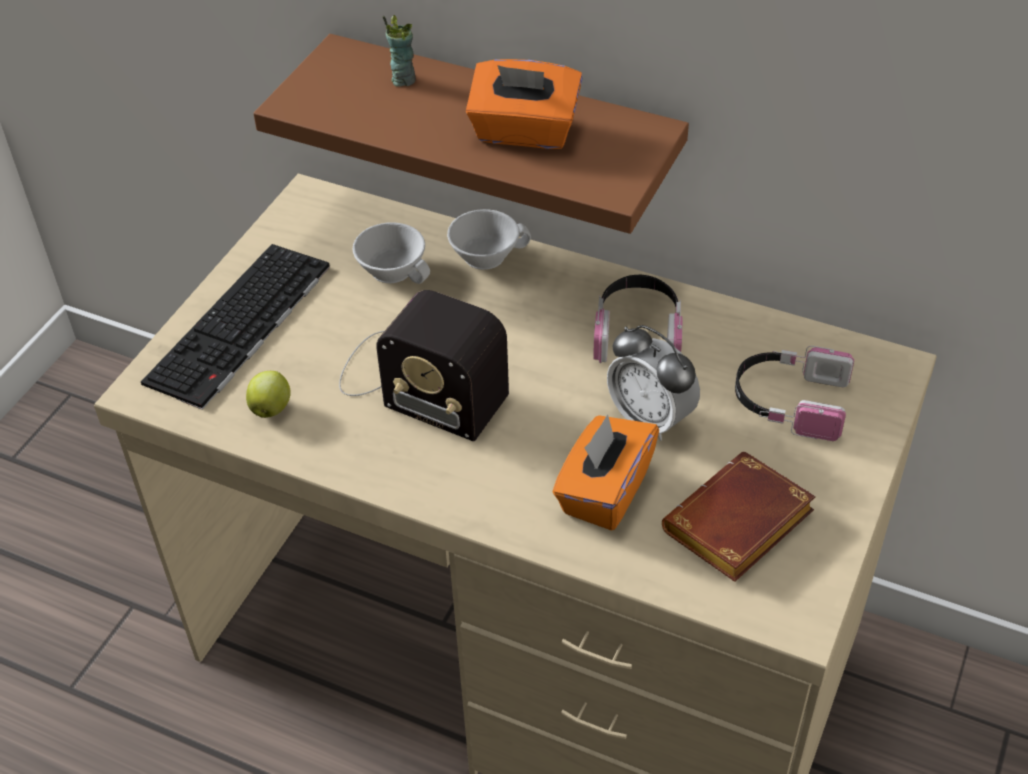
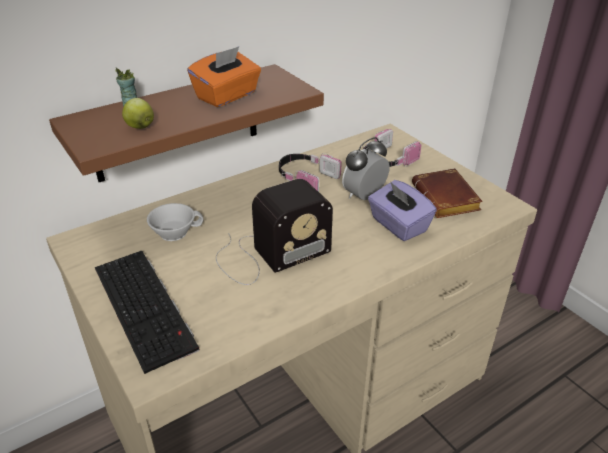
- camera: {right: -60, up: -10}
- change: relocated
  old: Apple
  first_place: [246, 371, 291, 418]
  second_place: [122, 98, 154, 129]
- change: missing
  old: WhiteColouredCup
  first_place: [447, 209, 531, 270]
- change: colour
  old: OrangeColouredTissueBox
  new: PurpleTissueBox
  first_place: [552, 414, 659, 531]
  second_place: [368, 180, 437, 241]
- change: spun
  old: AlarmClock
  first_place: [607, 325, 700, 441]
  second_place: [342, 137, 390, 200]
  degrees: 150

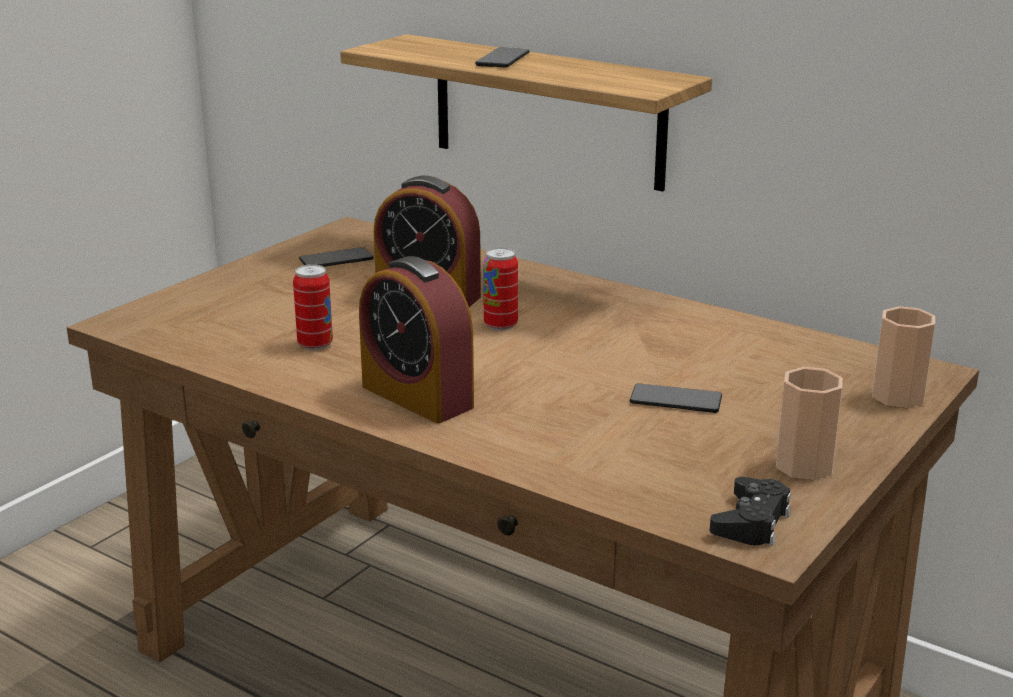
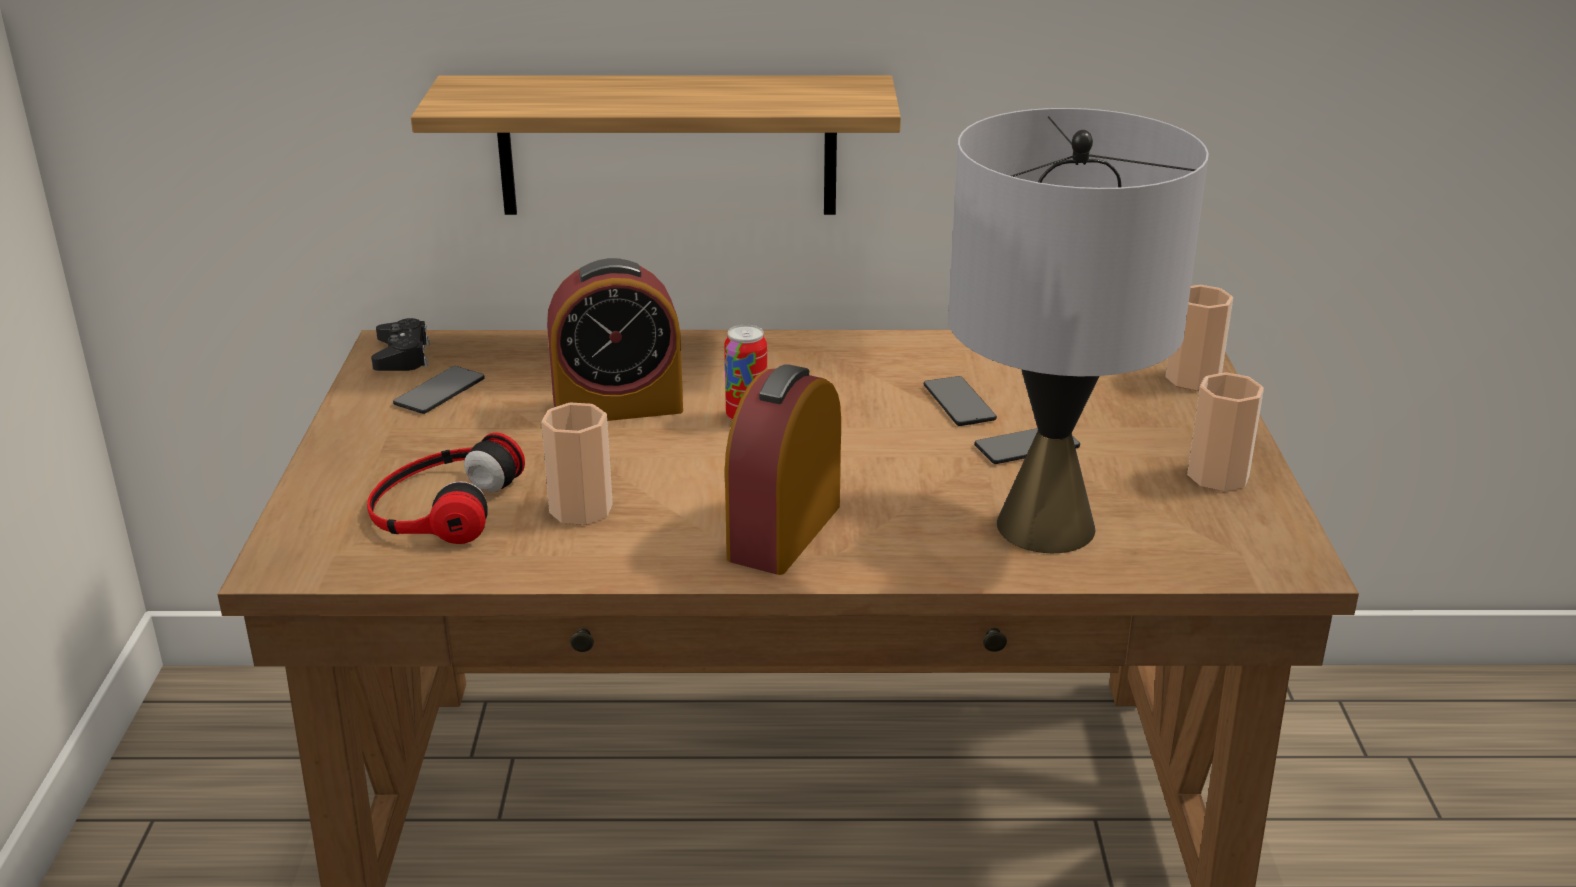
- camera: {right: -35, up: 5}
- change: exchanged
  old: MetalCan
  new: Cup
  first_place: [293, 264, 333, 351]
  second_place: [541, 402, 613, 525]
- change: spun
  old: AlarmClock
  first_place: [359, 256, 474, 423]
  second_place: [725, 364, 841, 575]
  degrees: 105
- change: relocated
  old: Phone
  first_place: [475, 47, 530, 67]
  second_place: [924, 376, 997, 426]
- change: relocated
  old: BlackGamepad
  first_place: [710, 477, 791, 546]
  second_place: [371, 318, 430, 371]
- change: appeared
  new: PairOfHeadphones
  second_place: [367, 433, 525, 544]
- change: appeared
  new: GrayTableLamp
  second_place: [948, 108, 1209, 553]

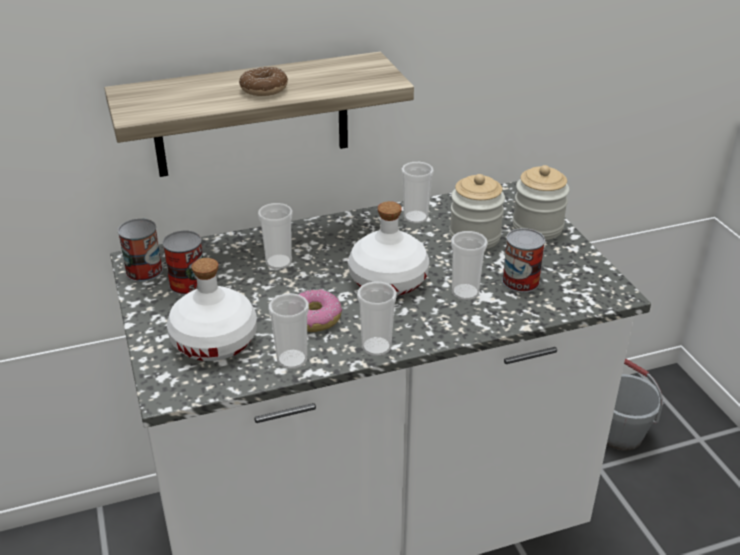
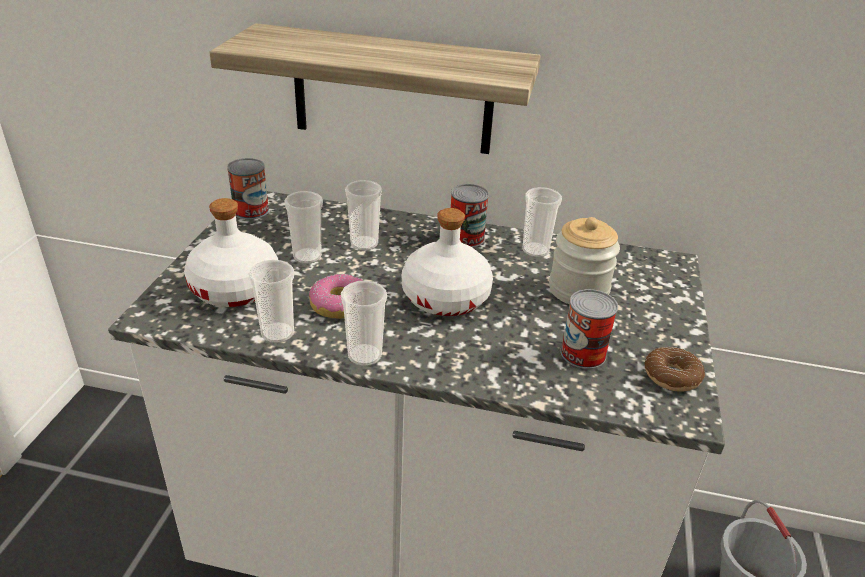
- camera: {right: 30, up: 0}
- change: relocated
  old: MetalCan
  first_place: [162, 230, 203, 295]
  second_place: [451, 184, 489, 247]
- change: relocated
  old: Donut
  first_place: [239, 67, 288, 96]
  second_place: [645, 347, 705, 392]
- change: relocated
  old: Cup
  first_place: [451, 231, 488, 300]
  second_place: [284, 191, 323, 264]
- change: missing
  old: StorageJar
  first_place: [512, 165, 569, 240]

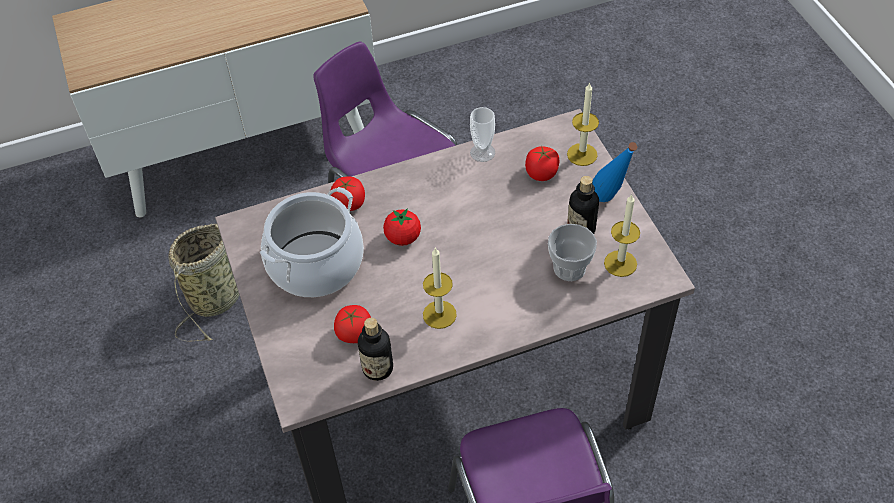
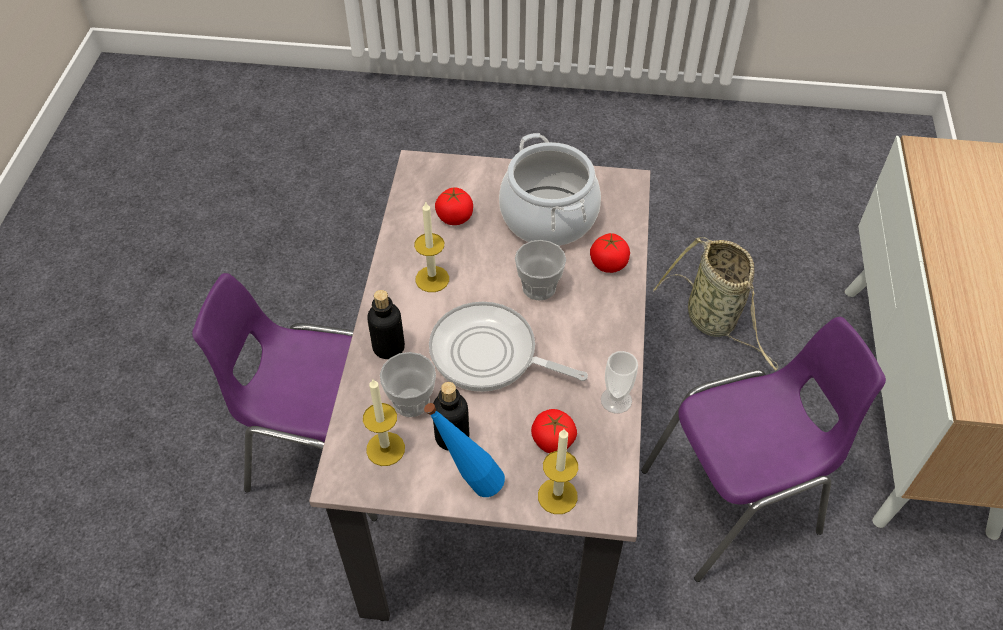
- camera: {right: 115, up: 0}
- change: relocated
  old: DrinkBottle
  first_place: [358, 318, 393, 381]
  second_place: [367, 290, 405, 359]
- change: exchanged
  old: WholeTomato
  new: Cup
  first_place: [383, 208, 421, 246]
  second_place: [515, 240, 566, 301]
- change: appeared
  new: FryingPan
  second_place: [429, 302, 588, 392]

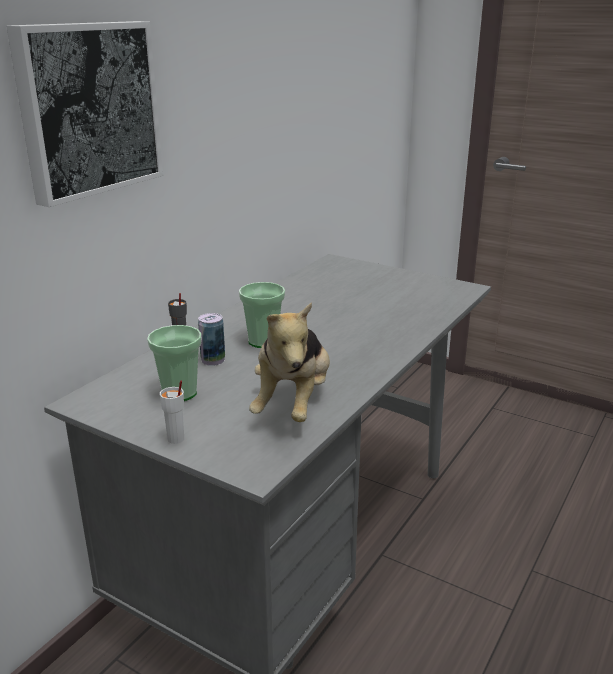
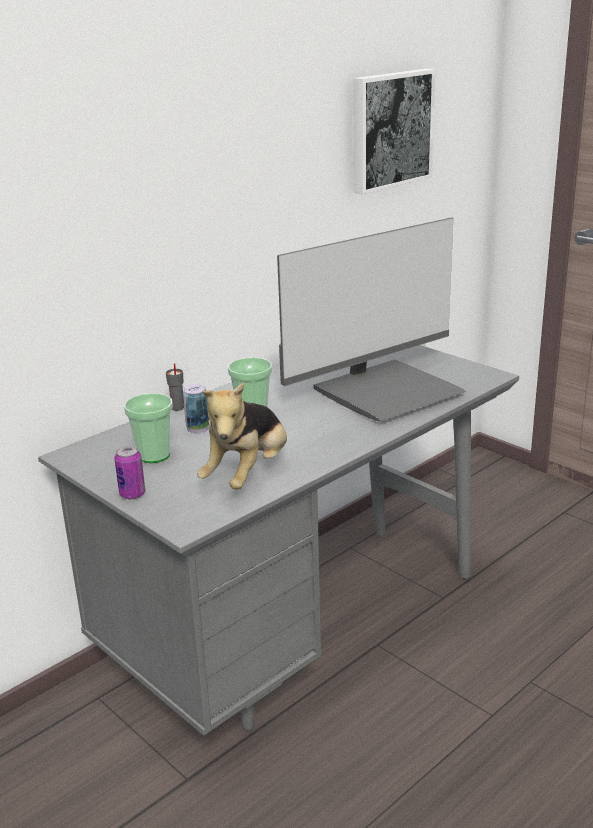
- camera: {right: 15, up: 0}
- change: relocated
  old: WallPicture
  first_place: [6, 21, 163, 207]
  second_place: [353, 69, 435, 194]
- change: exchanged
  old: WhiteColouredCup
  new: MetalCan
  first_place: [160, 380, 184, 444]
  second_place: [114, 446, 145, 499]
- change: appeared
  new: ComputerDisplay
  second_place: [277, 217, 467, 422]

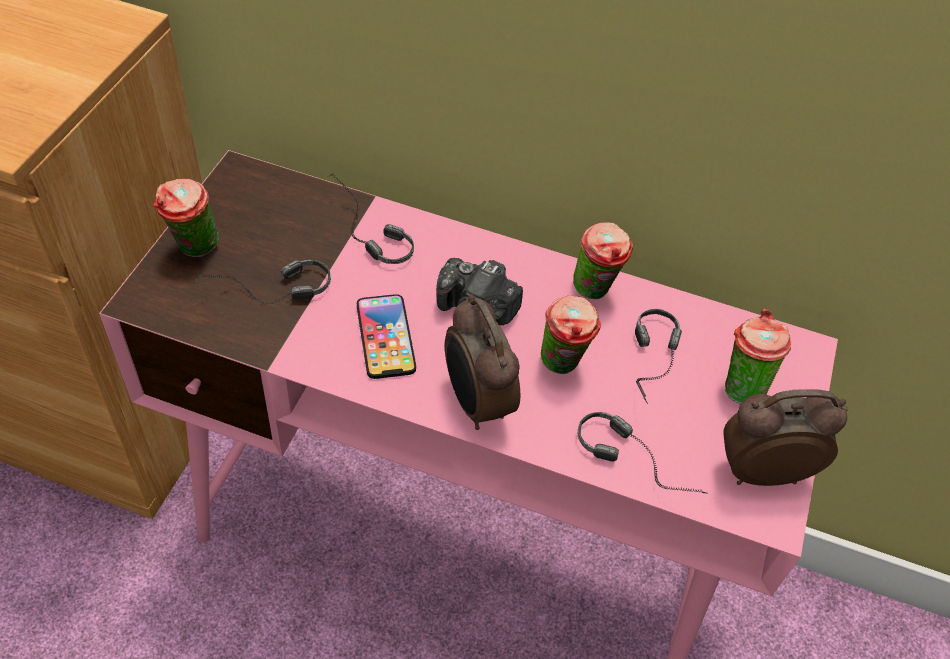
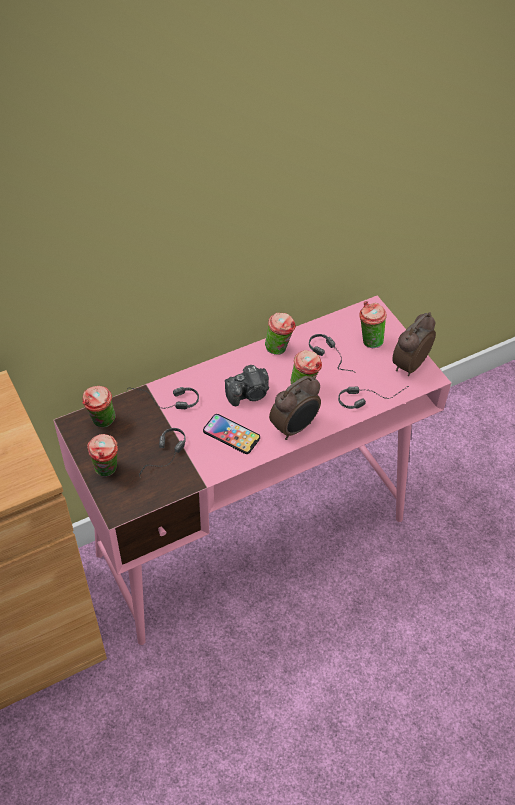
- camera: {right: -45, up: 0}
- change: spun
  old: AlarmClock
  first_place: [445, 294, 520, 430]
  second_place: [269, 376, 321, 440]
  degrees: -60
- change: appeared
  new: Cup
  second_place: [83, 386, 116, 428]

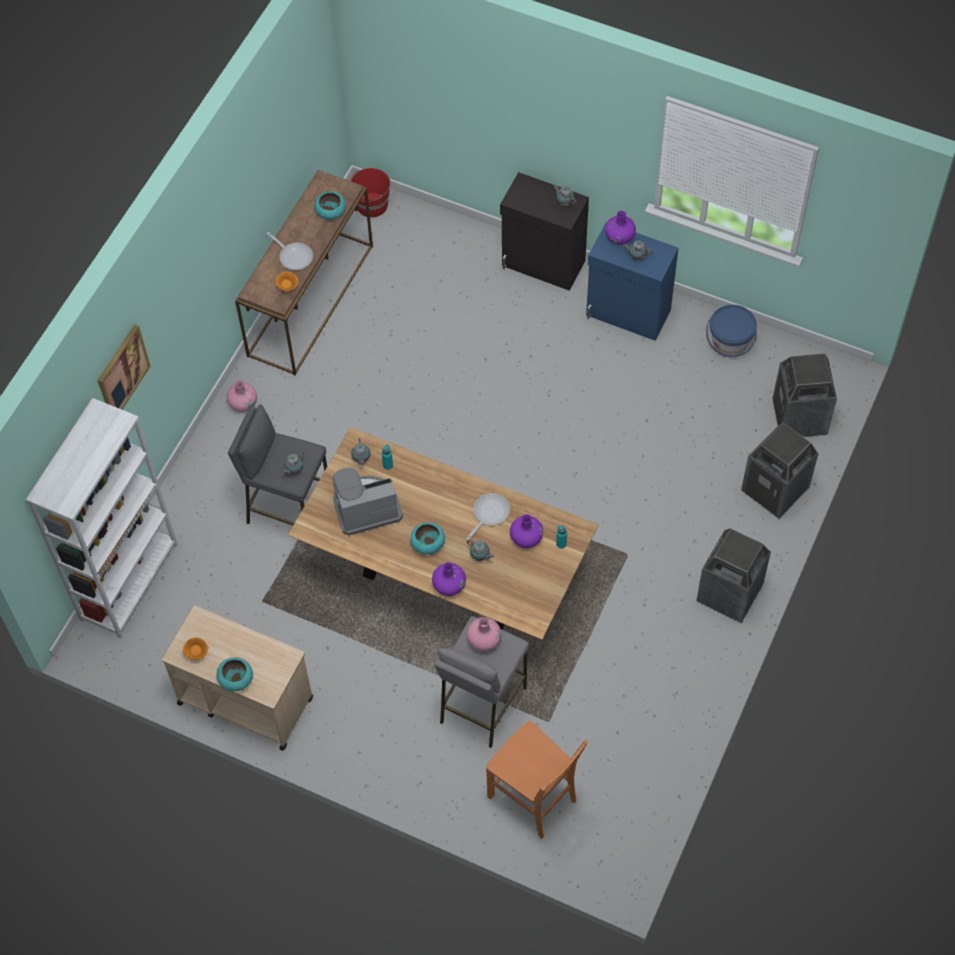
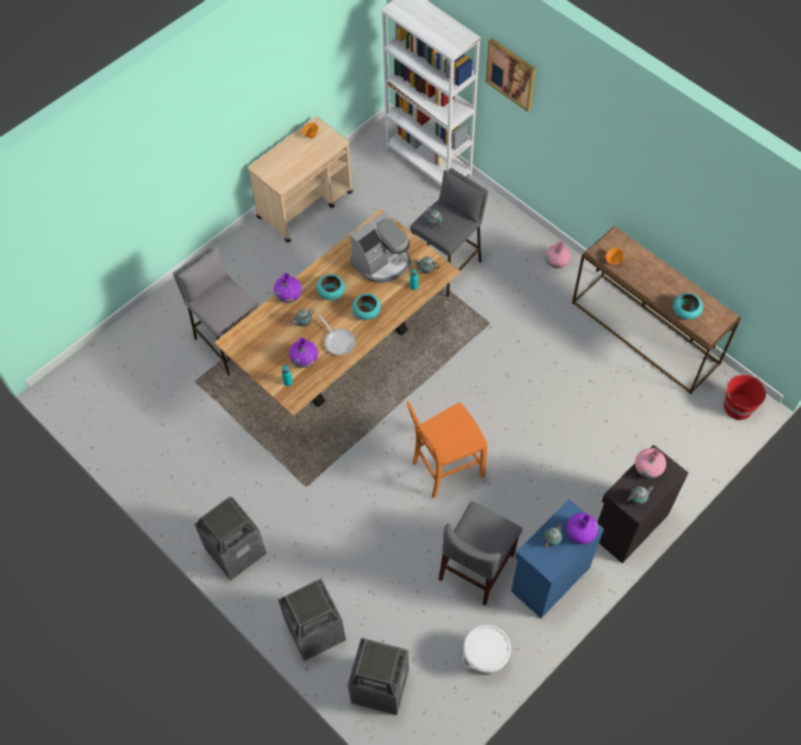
- camera: {right: 110, up: 0}
- change: relocated
  old: TurquoiseServingBowl
  first_place: [217, 657, 253, 691]
  second_place: [352, 293, 381, 320]
- change: missing
  old: FryingPan
  first_place: [267, 232, 313, 270]
- change: spun
  old: CoffeeBrewer
  first_place: [332, 467, 403, 535]
  second_place: [350, 211, 411, 283]
  degrees: 45
- change: relocated
  old: PinkColouredDecorativeVase
  first_place: [467, 617, 501, 652]
  second_place: [635, 448, 666, 478]
- change: relocated
  old: OrangeColouredPlainChair
  first_place: [486, 721, 588, 839]
  second_place: [406, 402, 488, 498]
- change: colour
  old: BluishBucket
  new: WhiteColouredBucket
  first_place: [706, 305, 757, 357]
  second_place: [462, 625, 511, 675]
- change: appeared
  new: GrayPlainChair
  second_place: [439, 501, 522, 606]

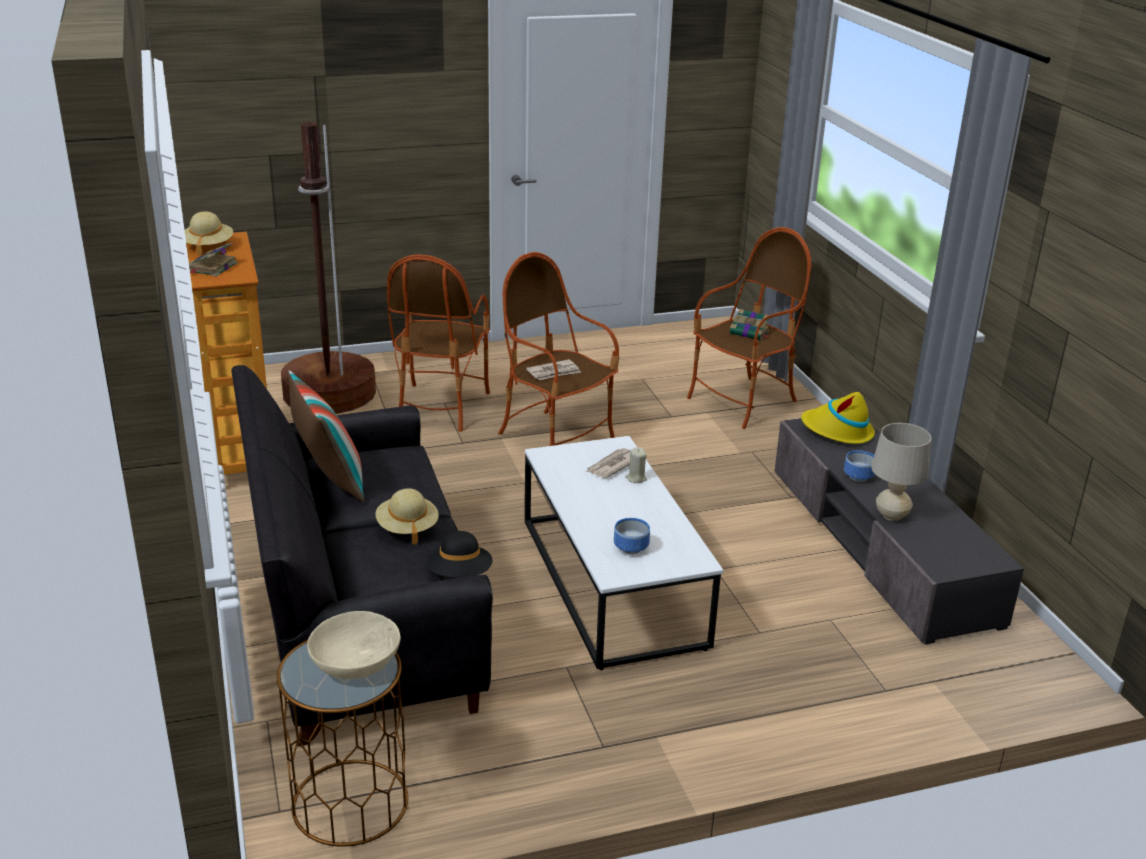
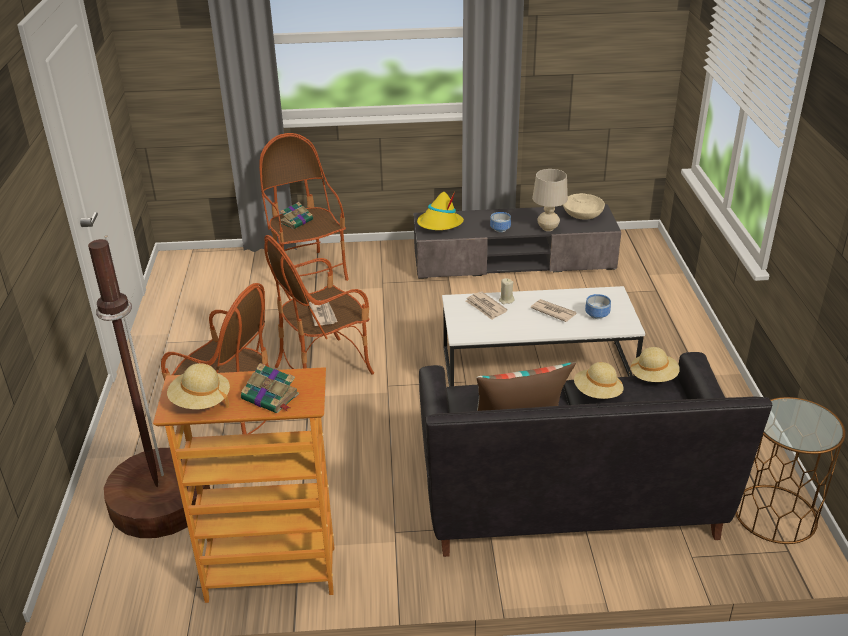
- camera: {right: -75, up: 5}
- change: relocated
  old: BeigeColouredServingBowl
  first_place: [307, 611, 401, 679]
  second_place: [563, 193, 605, 219]
- change: colour
  old: BlackWearableHat
  new: BeigeColouredWearableHat
  first_place: [427, 531, 492, 578]
  second_place: [629, 347, 680, 382]
- change: appeared
  new: PrintedPaper
  second_place: [530, 299, 577, 322]

